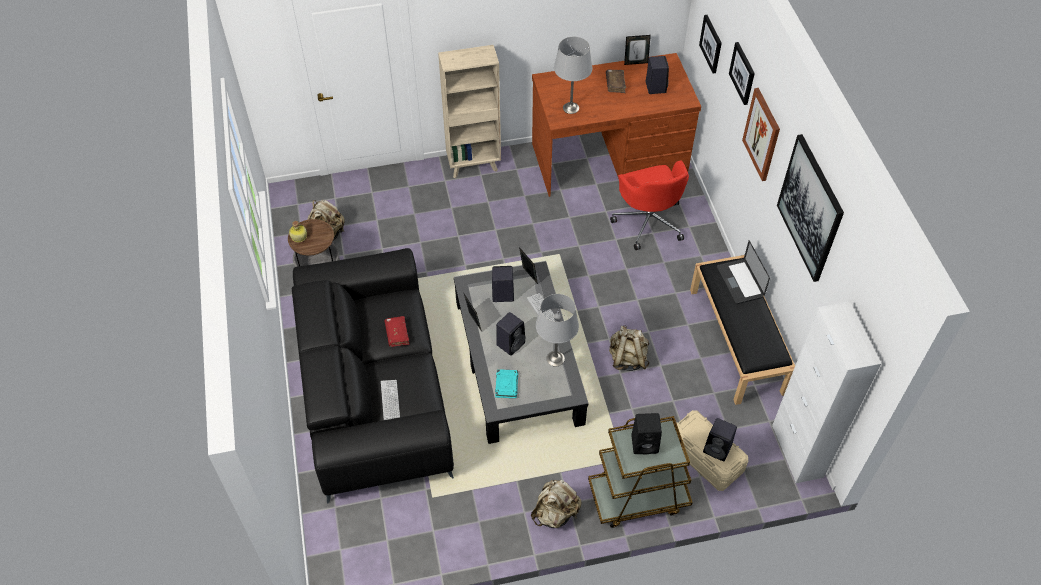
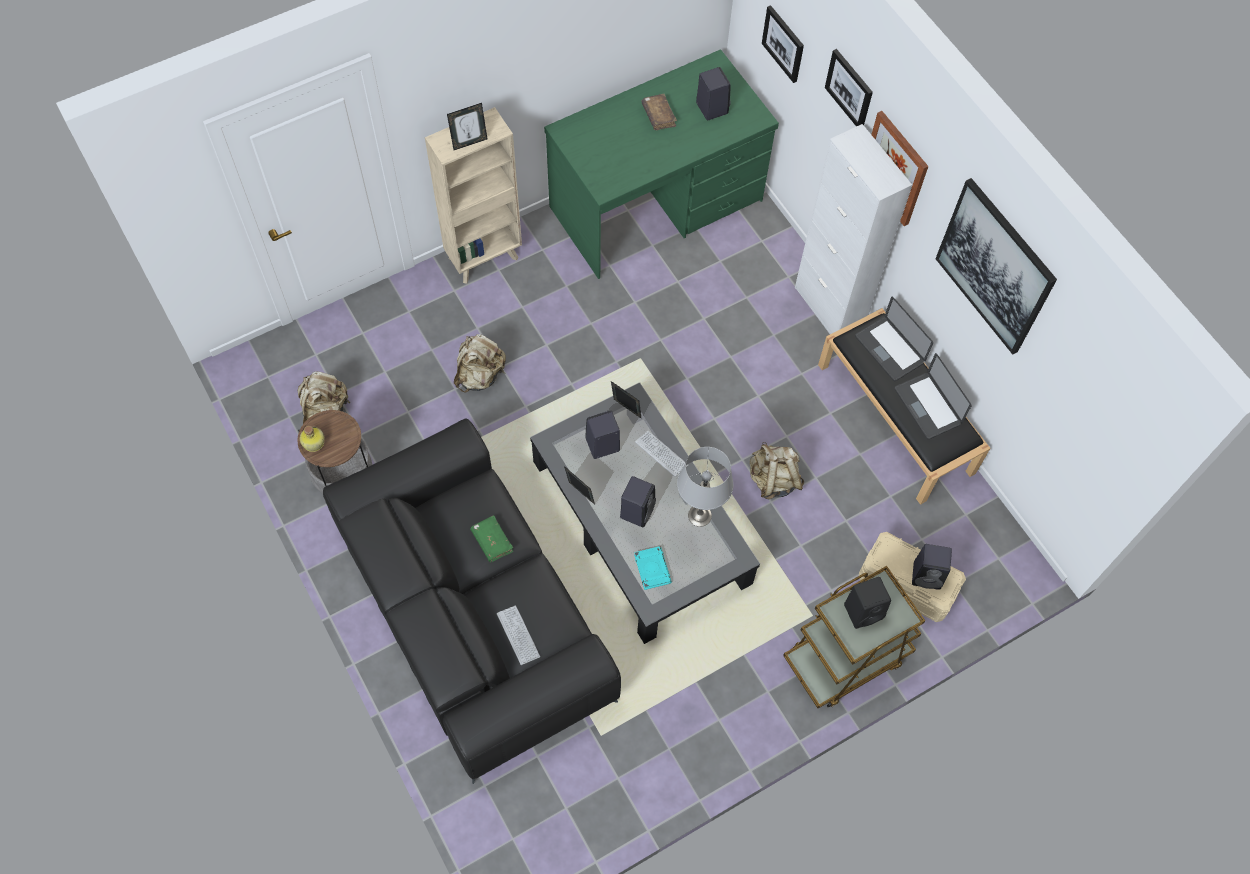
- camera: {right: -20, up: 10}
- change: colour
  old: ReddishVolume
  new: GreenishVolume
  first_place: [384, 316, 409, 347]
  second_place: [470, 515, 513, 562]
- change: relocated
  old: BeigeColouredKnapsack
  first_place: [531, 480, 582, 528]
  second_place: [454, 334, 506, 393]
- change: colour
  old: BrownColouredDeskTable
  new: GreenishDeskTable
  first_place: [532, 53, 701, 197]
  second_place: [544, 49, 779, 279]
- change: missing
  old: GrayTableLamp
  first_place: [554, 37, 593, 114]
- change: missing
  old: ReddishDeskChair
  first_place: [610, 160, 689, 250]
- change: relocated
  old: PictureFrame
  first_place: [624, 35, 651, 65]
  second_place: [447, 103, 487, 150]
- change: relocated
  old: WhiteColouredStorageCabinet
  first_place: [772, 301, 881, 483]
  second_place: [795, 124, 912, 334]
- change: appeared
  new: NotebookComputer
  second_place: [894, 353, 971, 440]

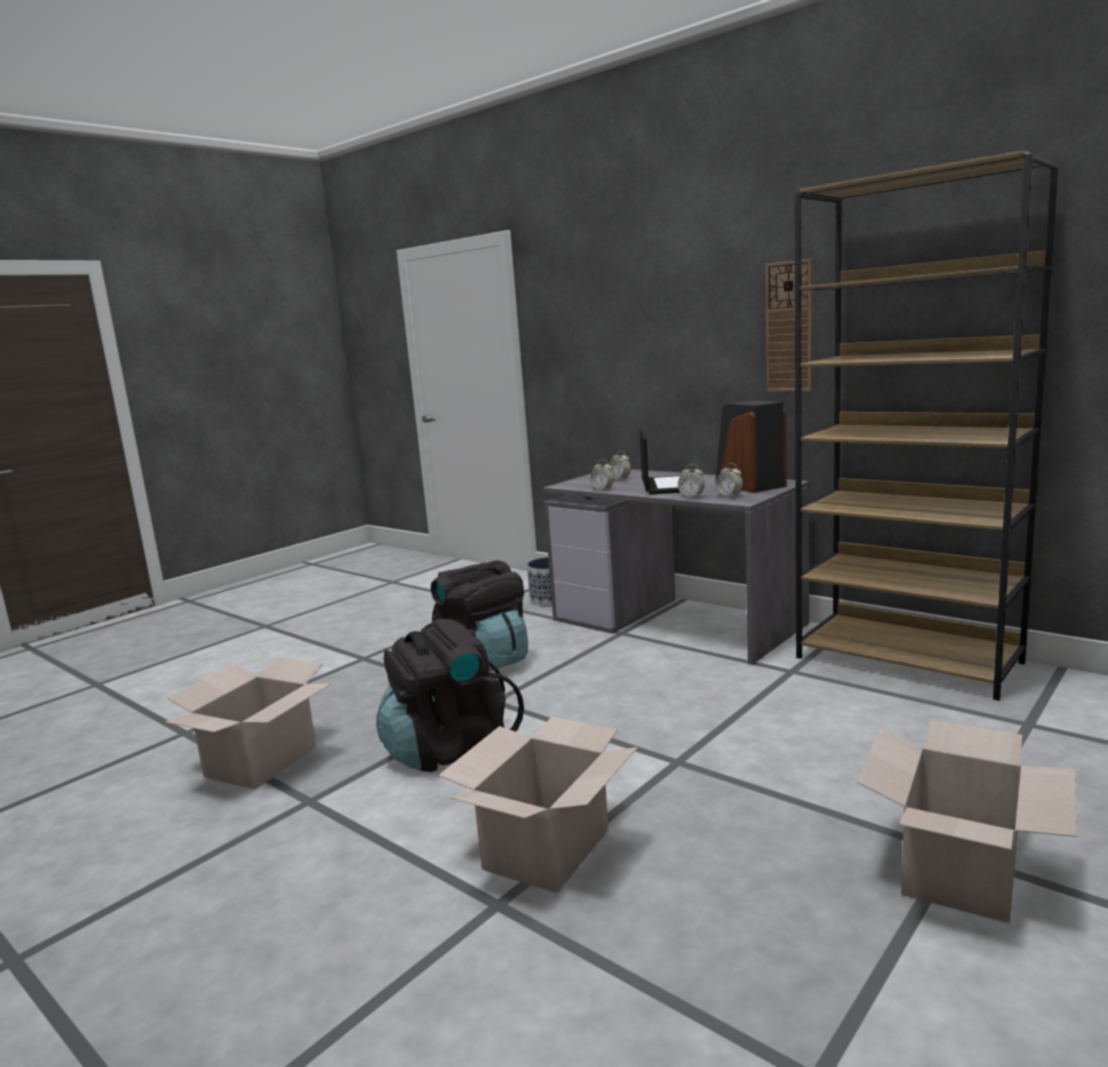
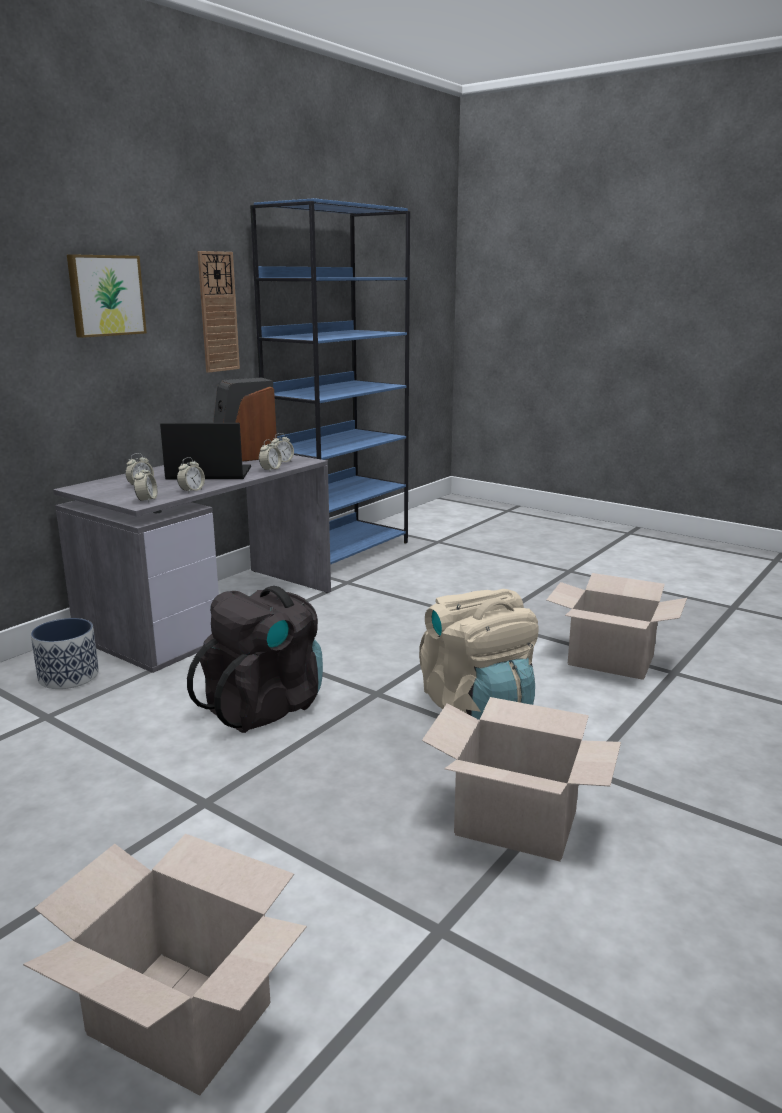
- camera: {right: -95, up: 5}
- change: colour
  old: BlackKnapsack
  new: BeigeColouredKnapsack
  first_place: [376, 619, 524, 772]
  second_place: [419, 589, 538, 720]
- change: colour
  old: BrownColouredBookshelf
  new: BluishBookshelf
  first_place: [794, 150, 1059, 701]
  second_place: [250, 198, 410, 565]
- change: relocated
  old: CardboardBox
  first_place: [857, 720, 1076, 923]
  second_place: [23, 834, 307, 1096]
- change: appeared
  new: WallPicture
  second_place: [67, 254, 147, 338]
- change: appeared
  new: AlarmClock
  second_place: [134, 466, 158, 502]

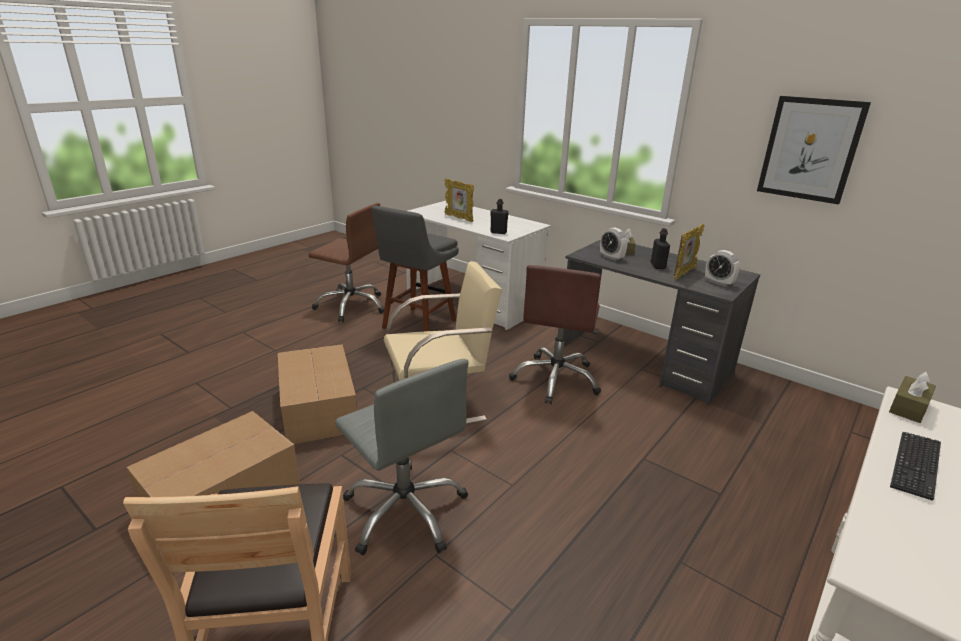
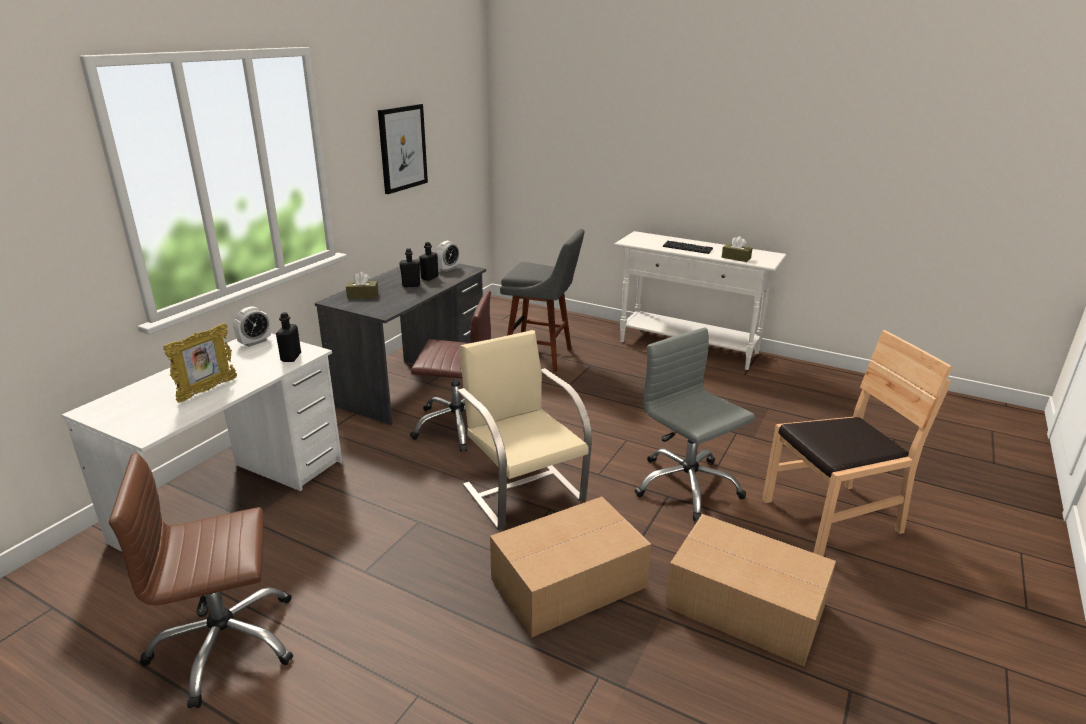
- camera: {right: -100, up: 0}
- change: spun
  old: BrownColouredDeskChair
  first_place: [308, 203, 384, 322]
  second_place: [109, 453, 293, 708]
  degrees: -120
- change: spun
  old: GrayDeskChair
  first_place: [335, 359, 469, 555]
  second_place: [635, 327, 755, 521]
  degrees: -75
- change: relocated
  old: GrayStool
  first_place: [371, 206, 459, 331]
  second_place: [500, 229, 585, 372]
- change: relocated
  old: AlarmClock
  first_place: [600, 227, 628, 261]
  second_place: [233, 306, 271, 347]
- change: exchanged
  old: PictureFrame
  new: BlackDrinkBottle
  first_place: [674, 224, 704, 280]
  second_place: [419, 242, 439, 281]
- change: relocated
  old: BrownColouredTissueBox
  first_place: [889, 372, 936, 423]
  second_place: [722, 236, 752, 262]

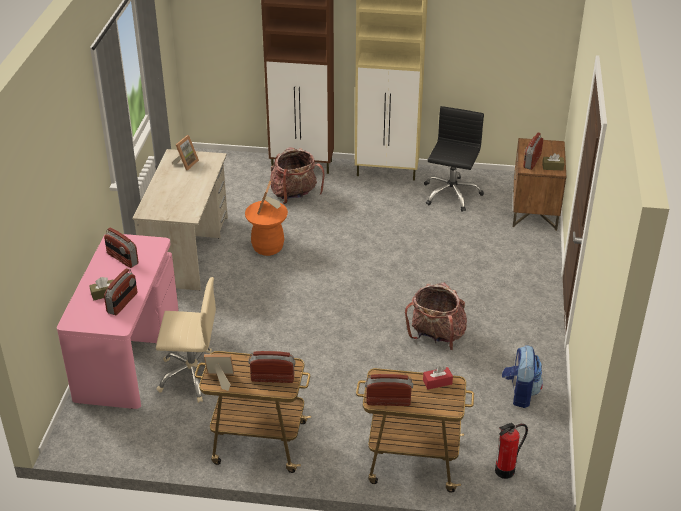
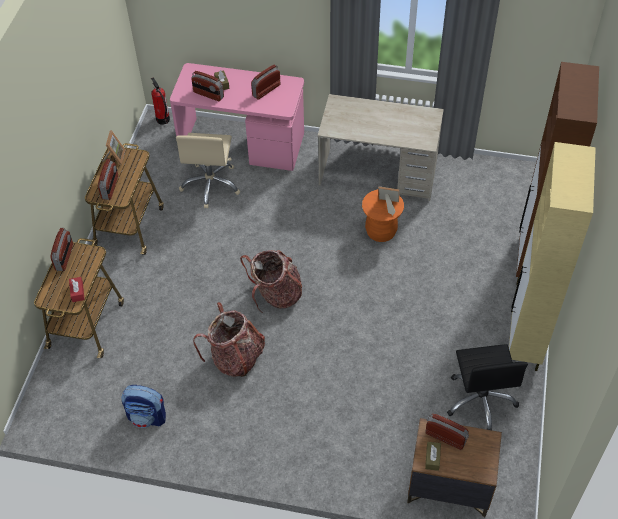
- camera: {right: 95, up: 15}
- change: missing
  old: PictureFrame
  first_place: [172, 135, 199, 170]
- change: relocated
  old: Knapsack
  first_place: [270, 147, 325, 204]
  second_place: [240, 250, 302, 313]
- change: spun
  old: BlackDeskChair
  first_place: [424, 106, 484, 212]
  second_place: [447, 344, 528, 430]
  degrees: 60
- change: relocated
  old: Extinguisher
  first_place: [495, 423, 528, 479]
  second_place: [151, 77, 170, 125]

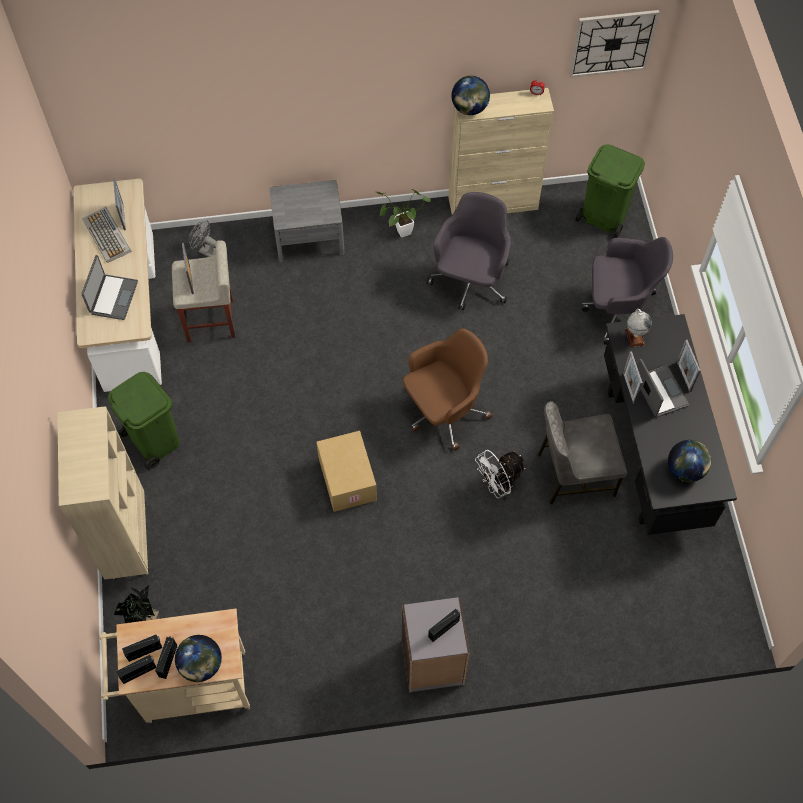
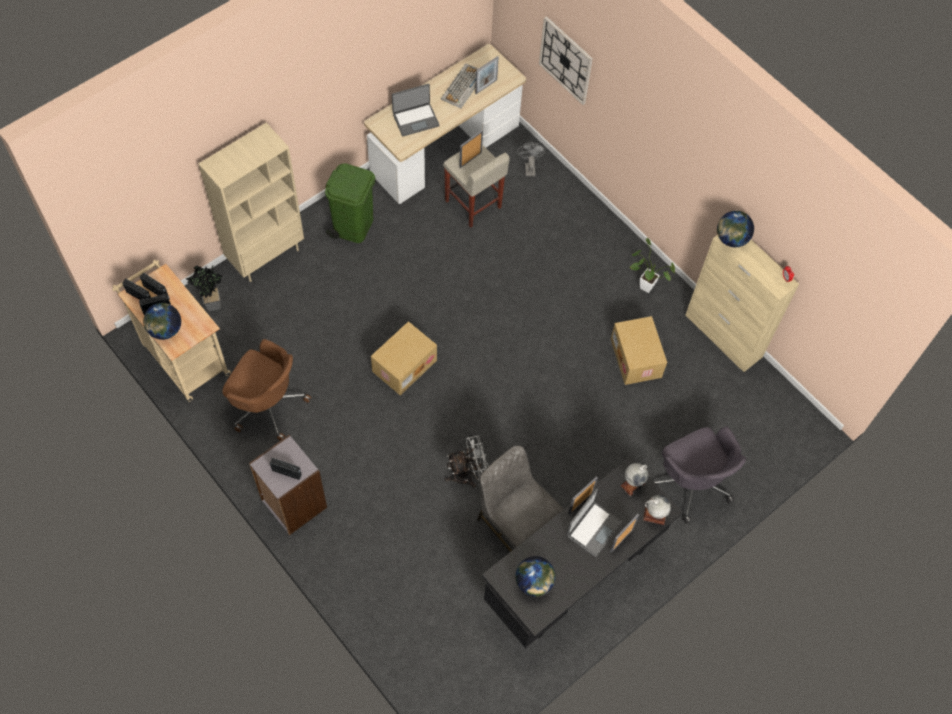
- camera: {right: 55, up: 0}
- change: missing
  old: GrayNightstand
  first_place: [270, 180, 345, 262]
- change: relocated
  old: BrownColouredDeskChair
  first_place: [403, 328, 493, 451]
  second_place: [222, 339, 311, 441]
- change: exchanged
  old: GrayDeskChair
  new: CardboardBox
  first_place: [427, 192, 511, 310]
  second_place: [611, 316, 667, 385]
- change: spun
  old: WhiteColouredCoolingFan
  first_place: [475, 450, 526, 501]
  second_place: [445, 436, 488, 487]
  degrees: 135
- change: relocated
  old: WallClock
  first_place: [569, 10, 660, 77]
  second_place: [539, 16, 593, 105]
- change: missing
  old: GreenishRubbishBin
  first_place: [575, 144, 645, 238]
- change: appeared
  new: DeskGlobe
  second_place: [643, 495, 671, 525]

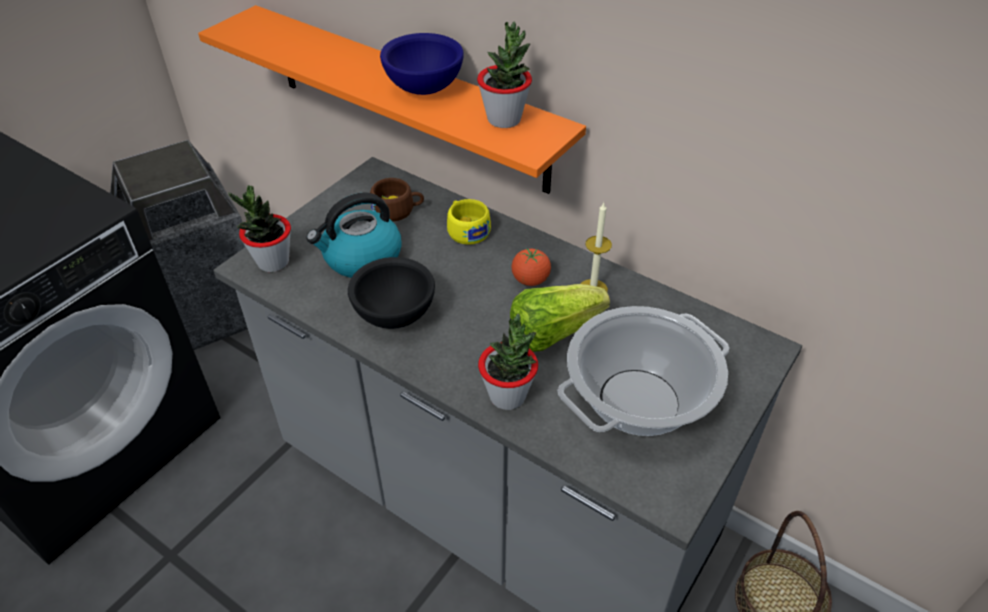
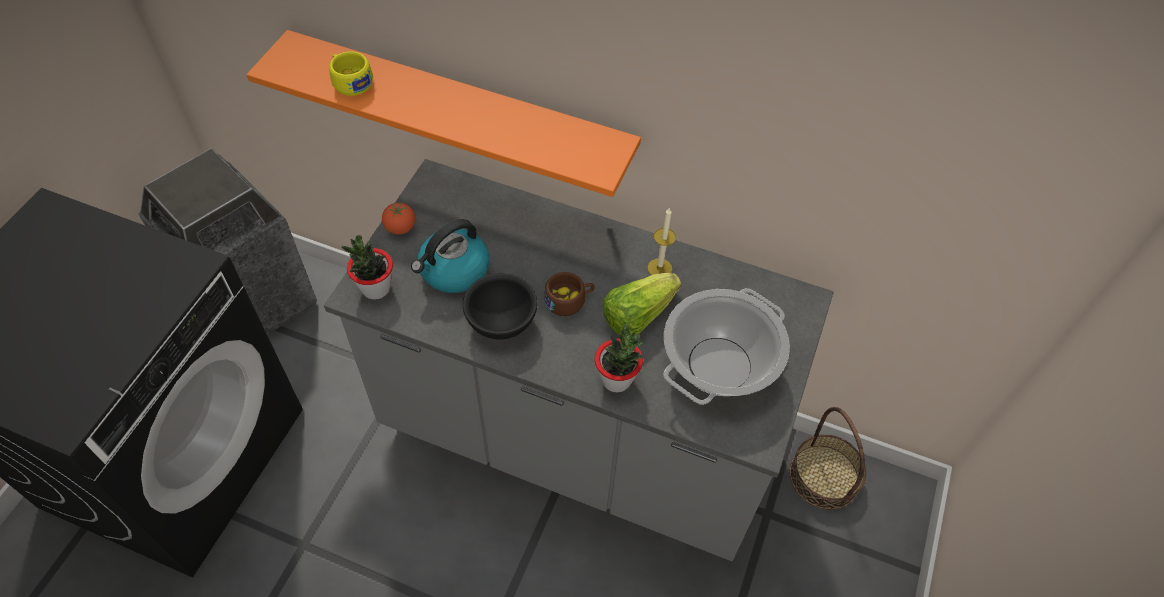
- camera: {right: -15, up: 10}
- change: relocated
  old: BrownColouredCup
  first_place: [370, 178, 424, 222]
  second_place: [544, 272, 595, 316]
- change: missing
  old: BluishServingBowl
  first_place: [380, 33, 464, 95]
- change: relocated
  old: YellowishCup
  first_place: [447, 199, 491, 245]
  second_place: [329, 51, 373, 96]
- change: missing
  old: Houseplant
  first_place: [477, 21, 532, 128]
- change: relocated
  old: WholeTomato
  first_place: [511, 248, 551, 286]
  second_place: [382, 203, 415, 235]

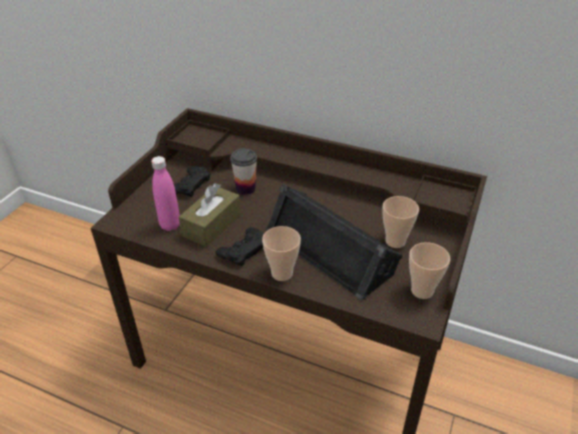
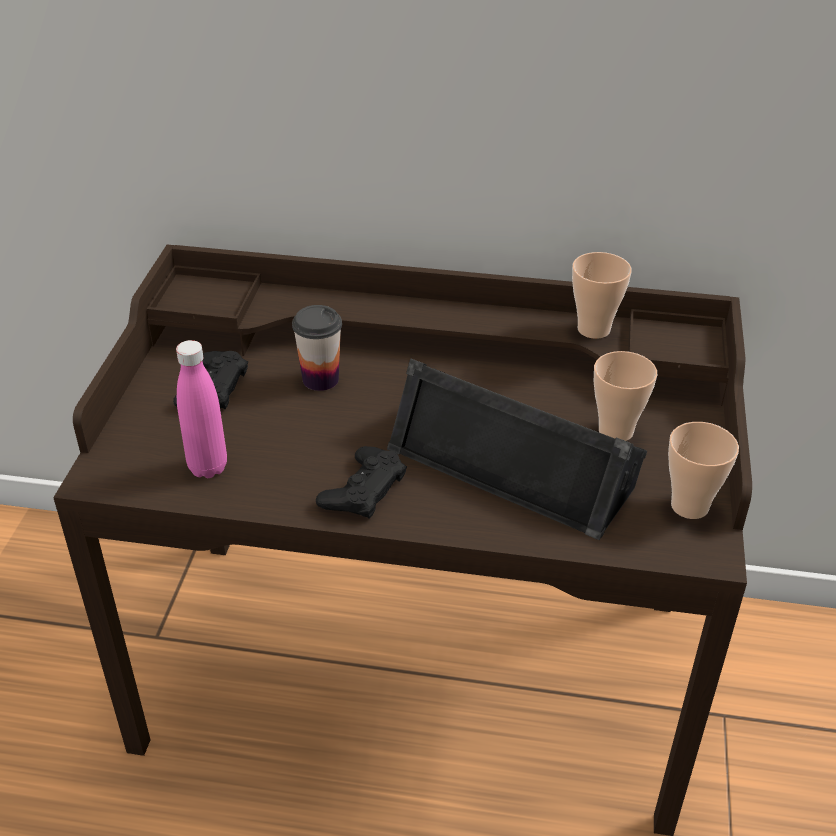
- camera: {right: -15, up: 0}
- change: missing
  old: BrownColouredTissueBox
  first_place: [179, 183, 241, 247]
- change: relocated
  old: Cup
  first_place: [262, 226, 301, 281]
  second_place: [572, 252, 632, 339]

